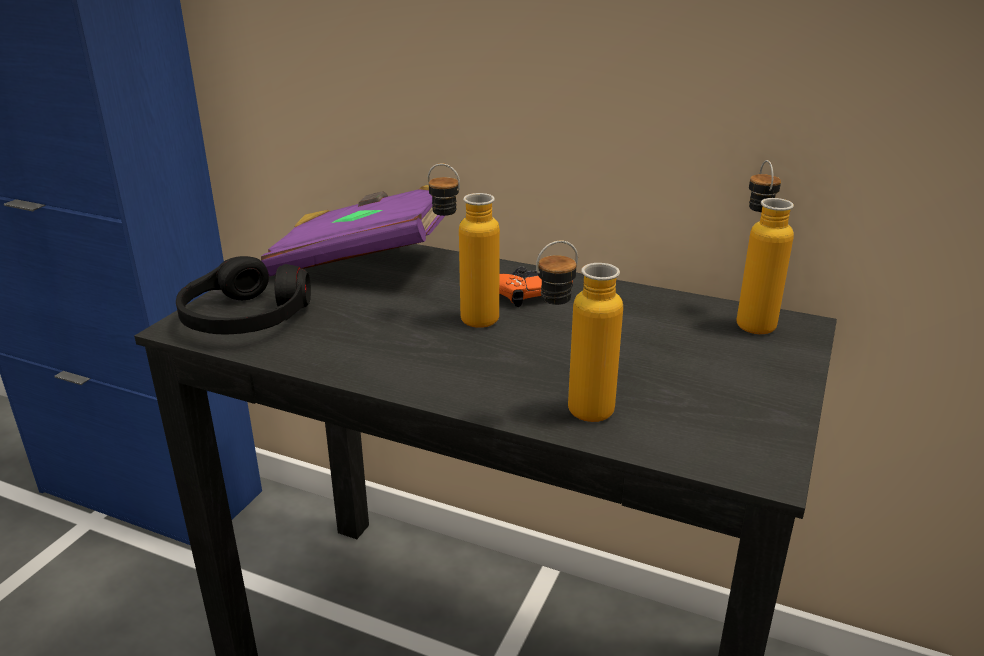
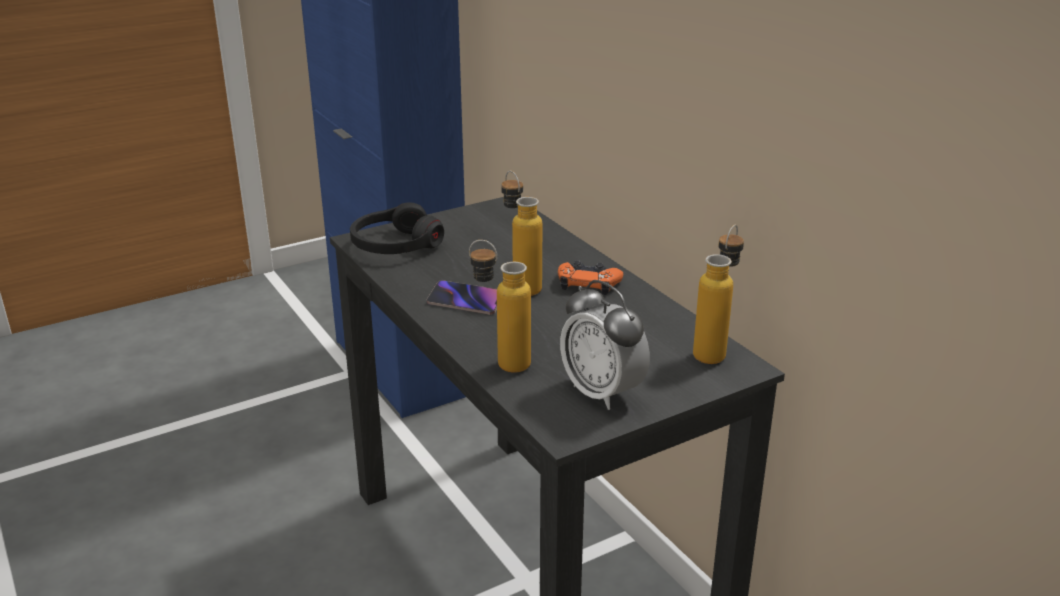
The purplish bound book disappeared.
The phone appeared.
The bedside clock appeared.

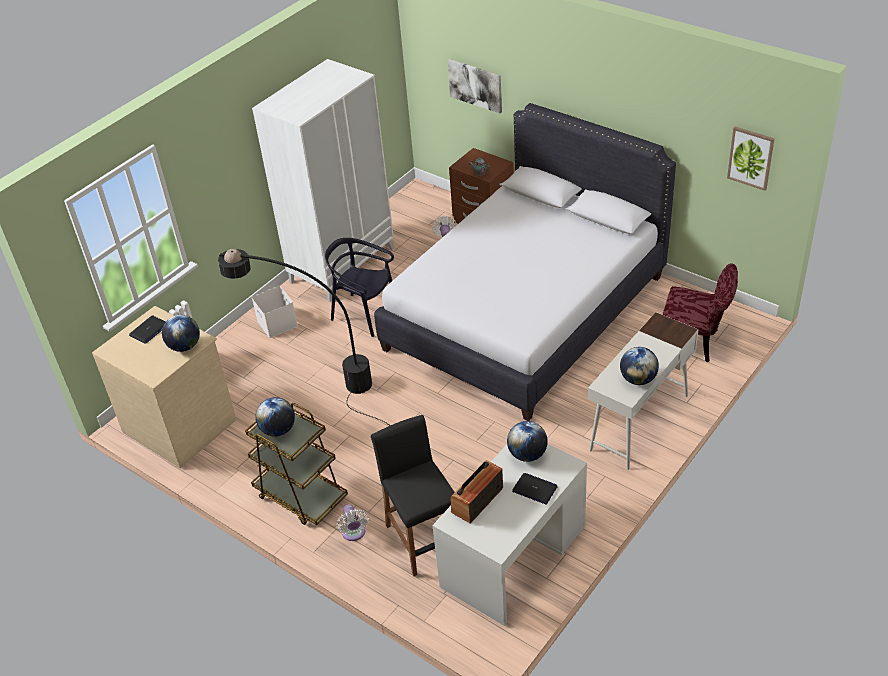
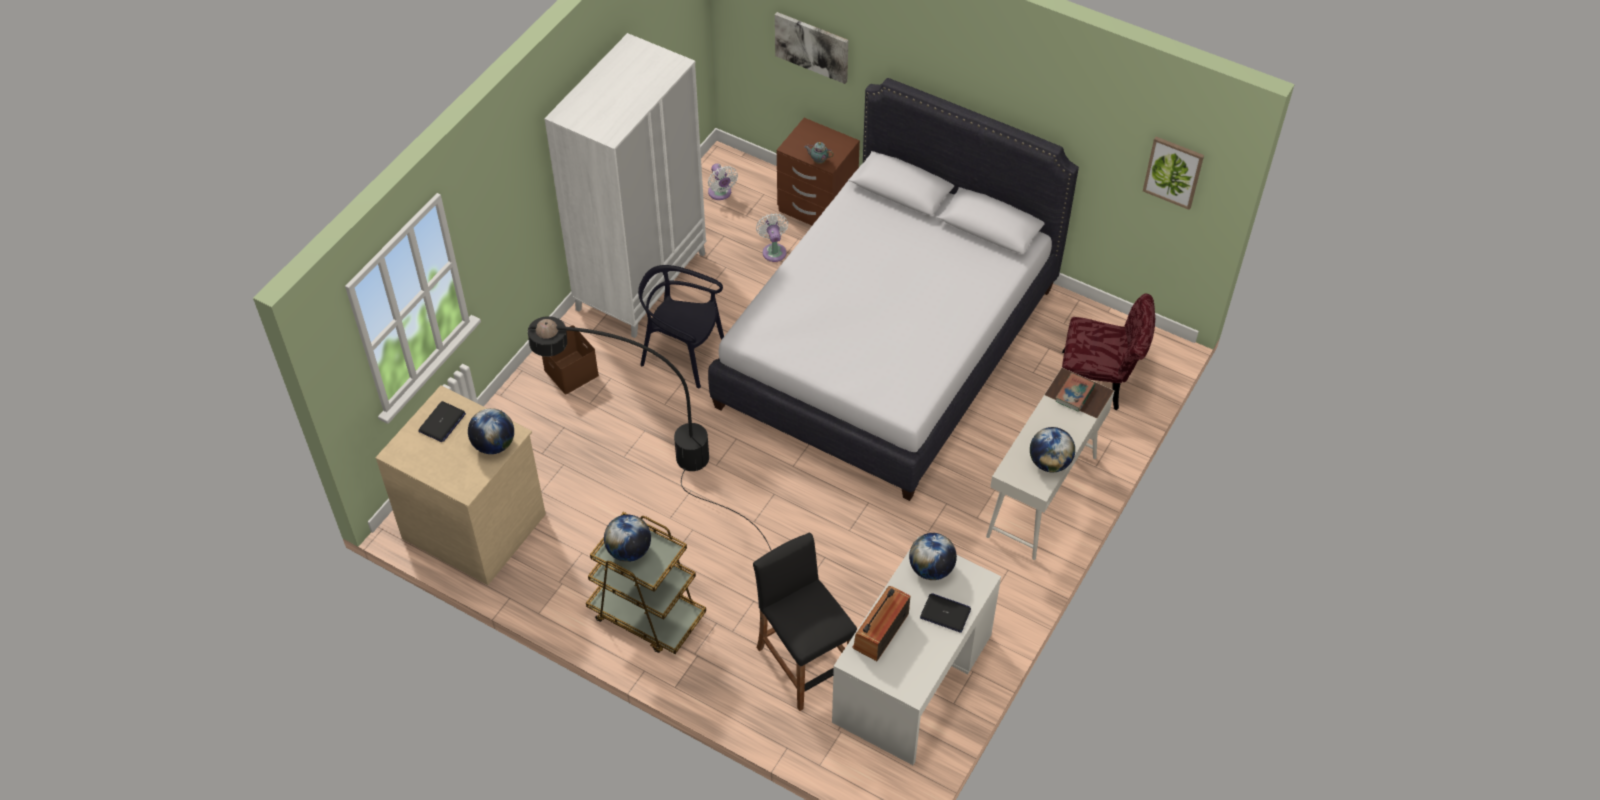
The whitish storage container became the brown-coloured storage container.
The whitish electric fan (no. 1 from left) moved.
The bound book appeared.

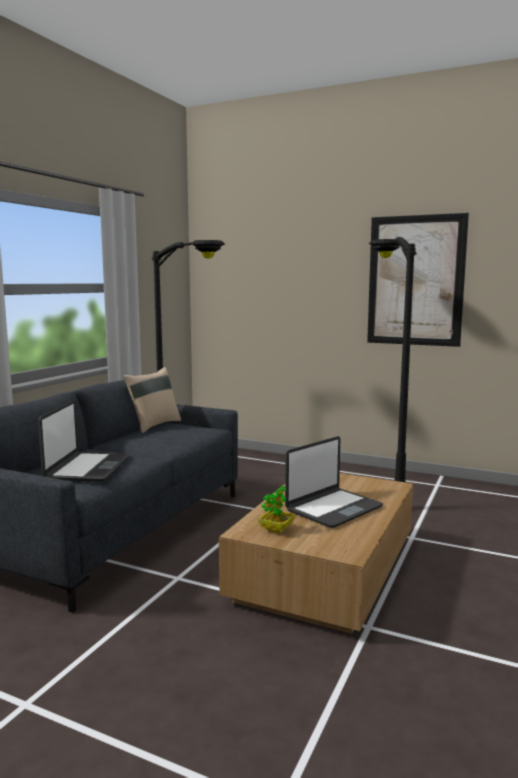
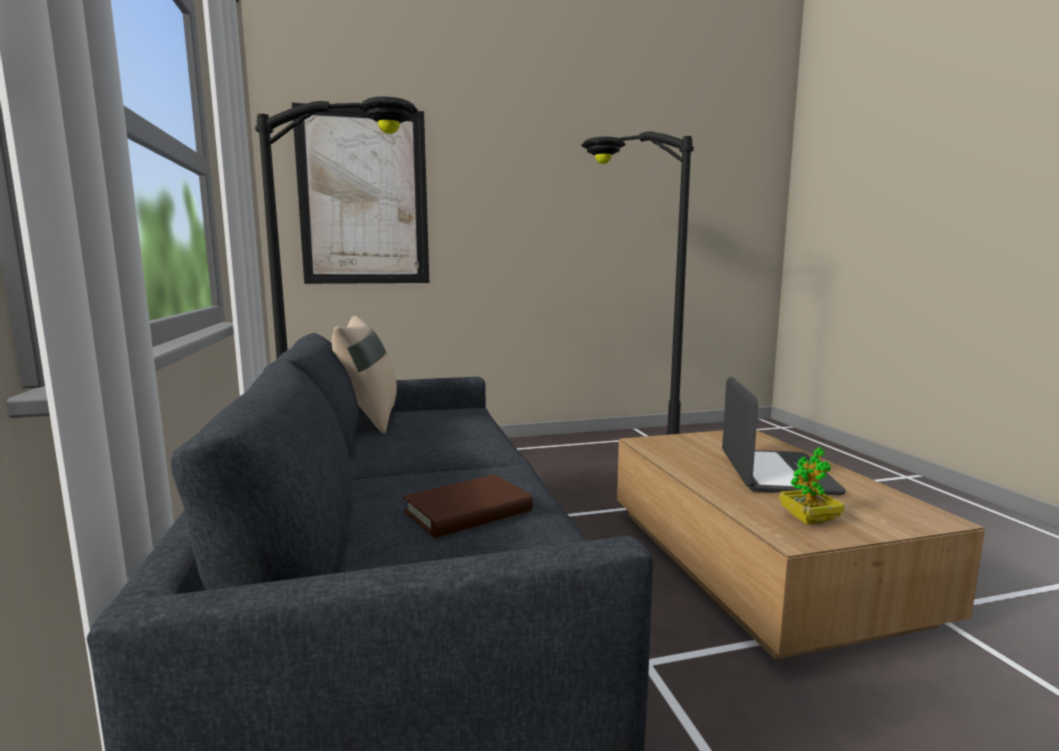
The notebook computer (no. 1 from left) was replaced by the brown-coloured bound book.
The wall art moved.

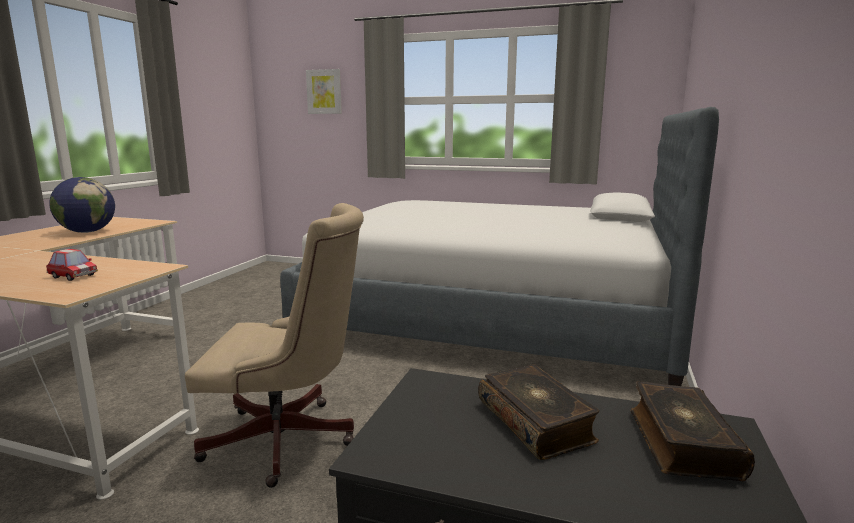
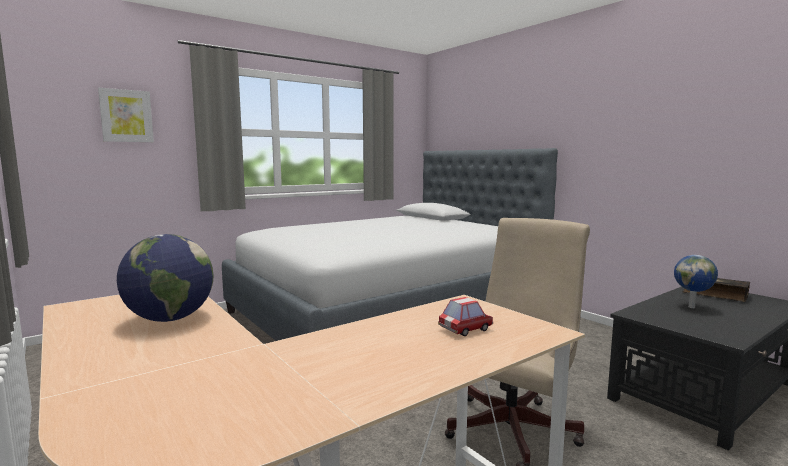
The bound book (no. 1 from left) was replaced by the globe (no. 2 from left).

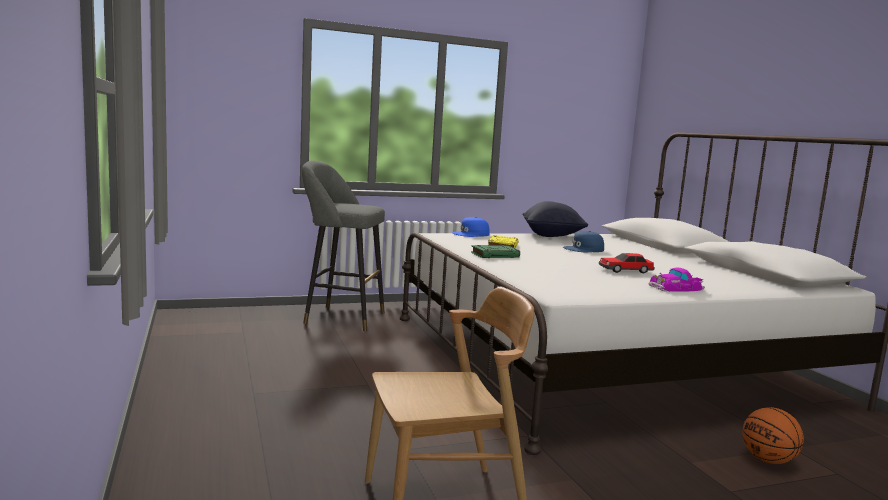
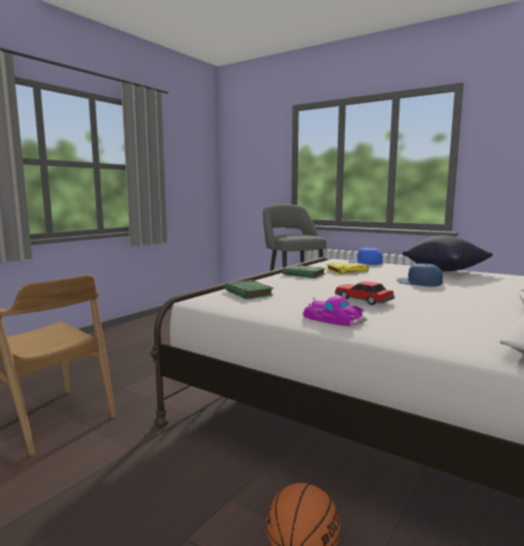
The green bound book (no. 1 from left) appeared.

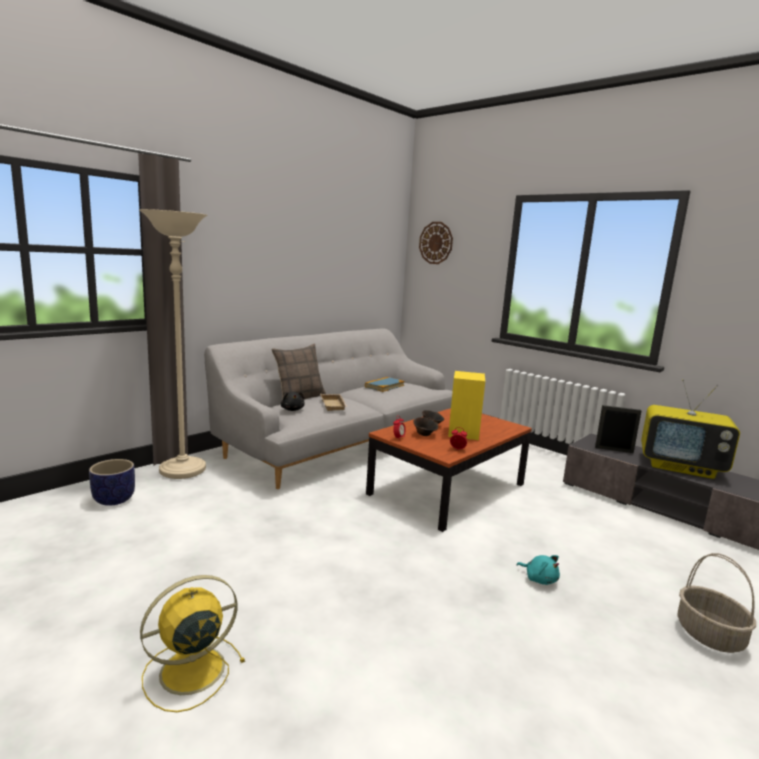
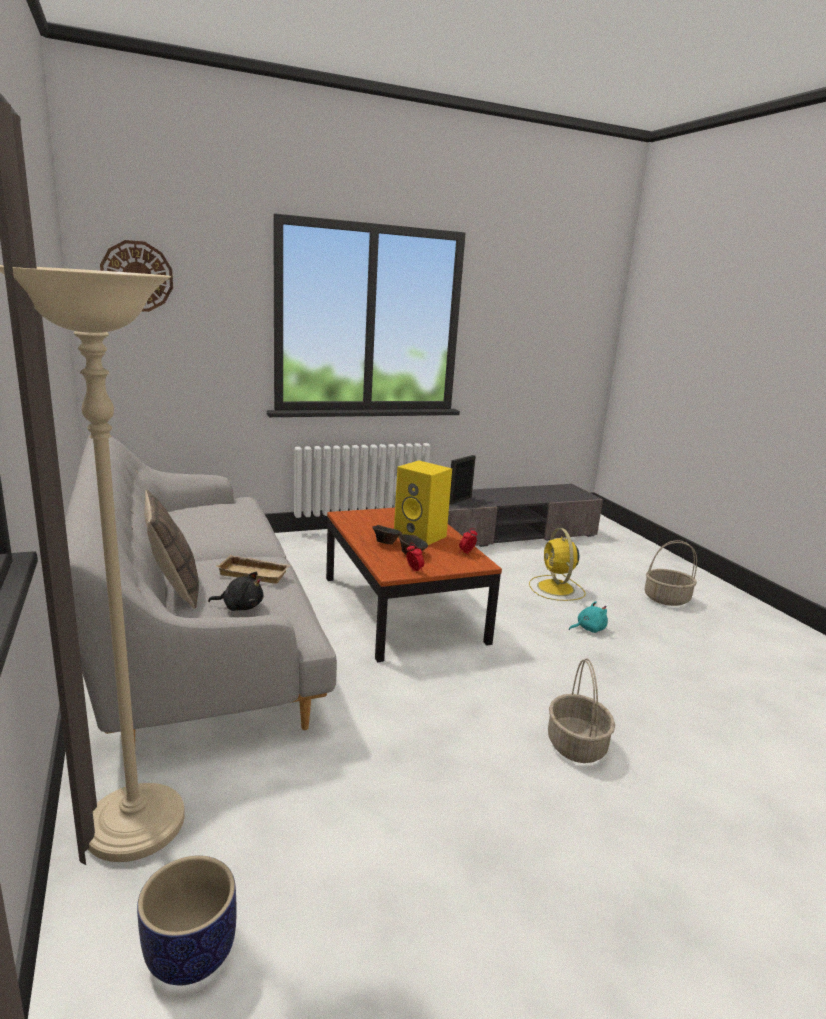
The yellow-coloured electric fan moved.
The bound book disappeared.
The television disappeared.
The household basket (no. 1 from left) appeared.

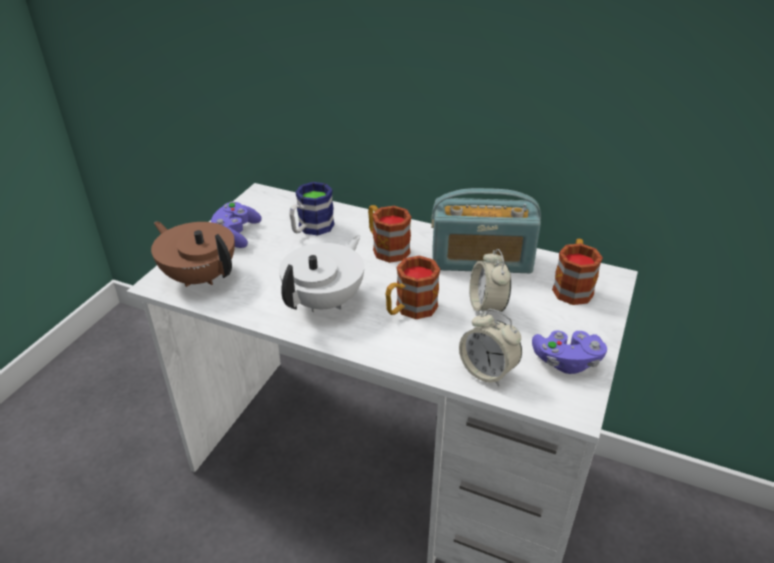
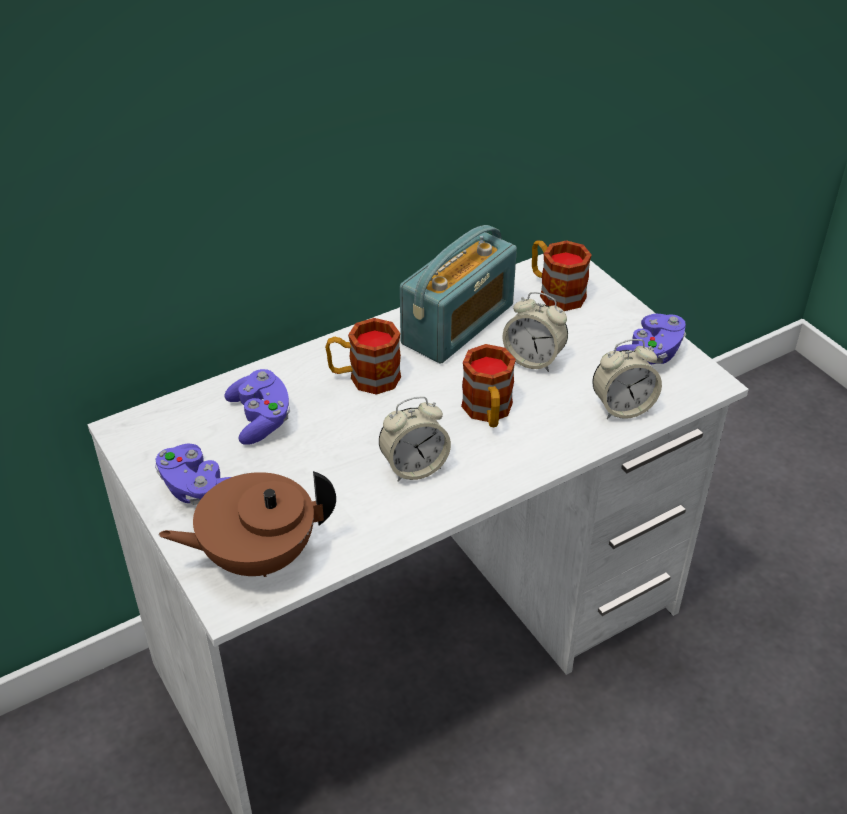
The whitish teapot was replaced by the bedside clock (no. 1 from left).
The tea mug (no. 1 from left) was replaced by the purplish game controller (no. 2 from left).

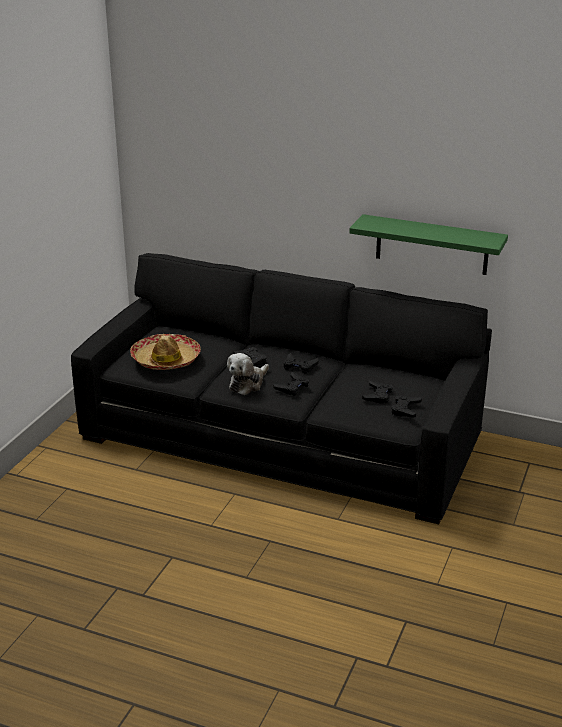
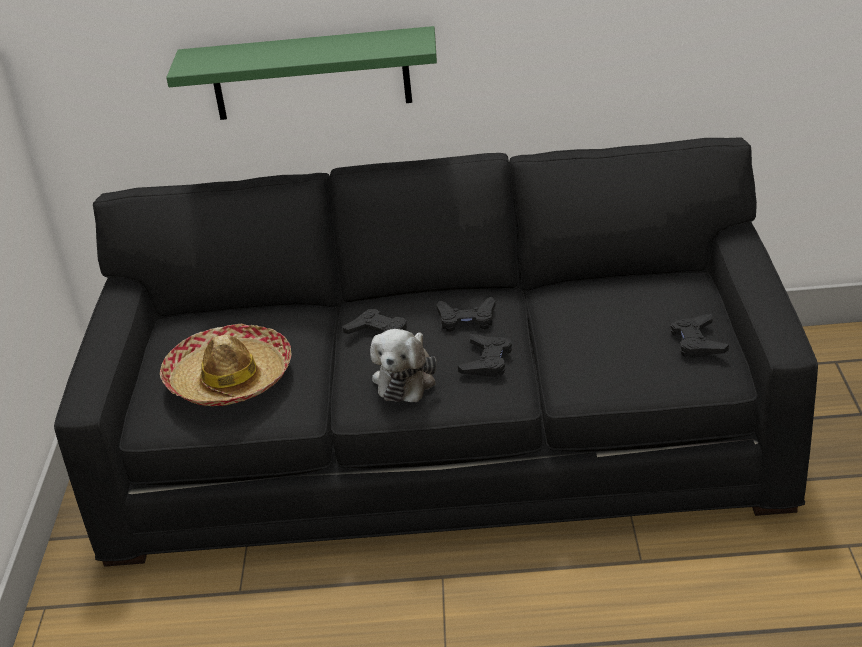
The green shelf moved.
The black game controller (no. 4 from left) disappeared.

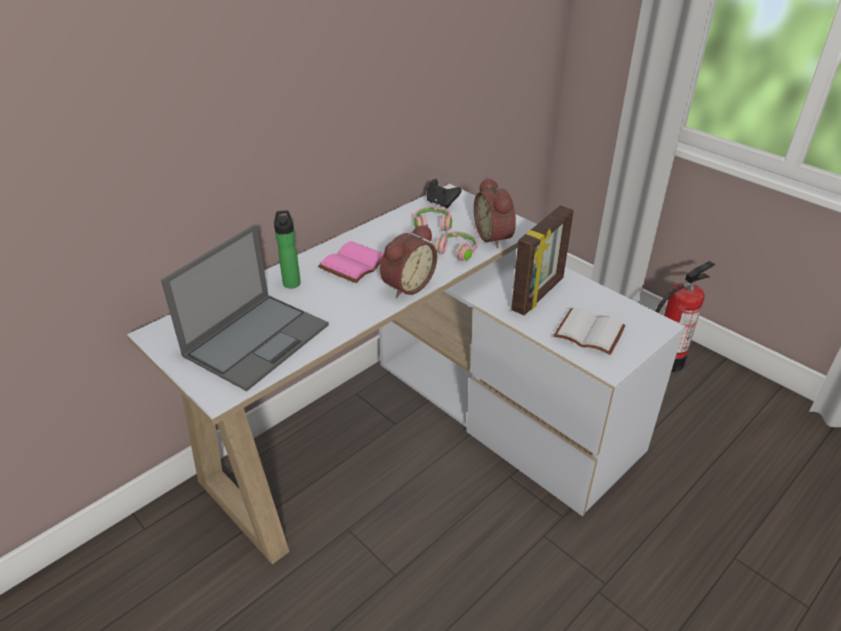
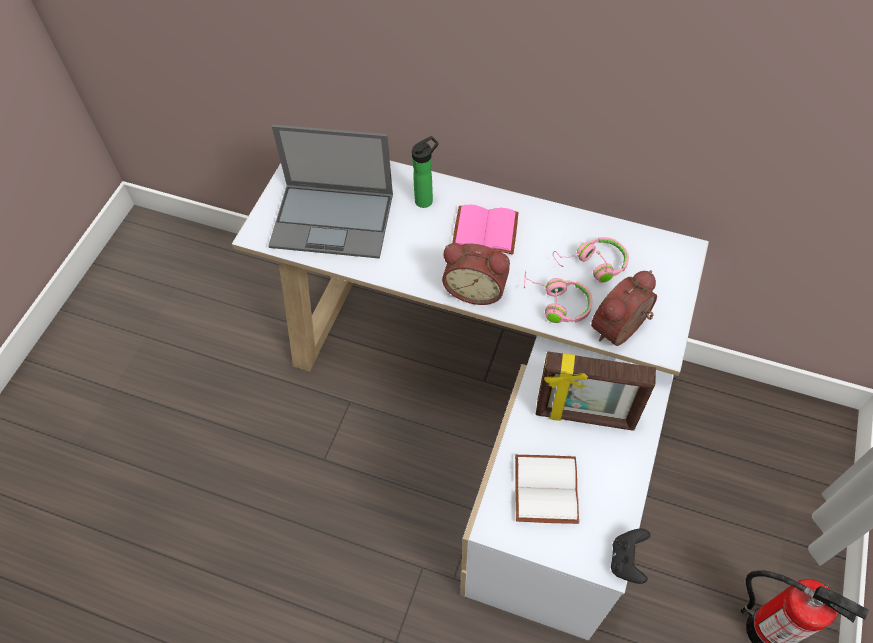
The black game controller moved.

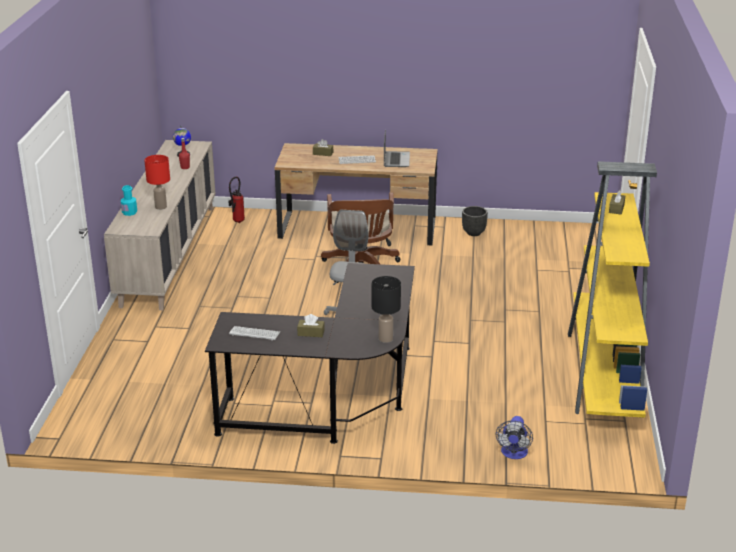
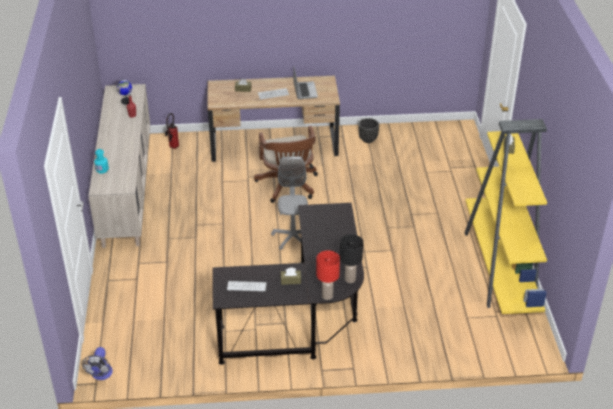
The reddish table lamp moved.
The electric fan moved.

